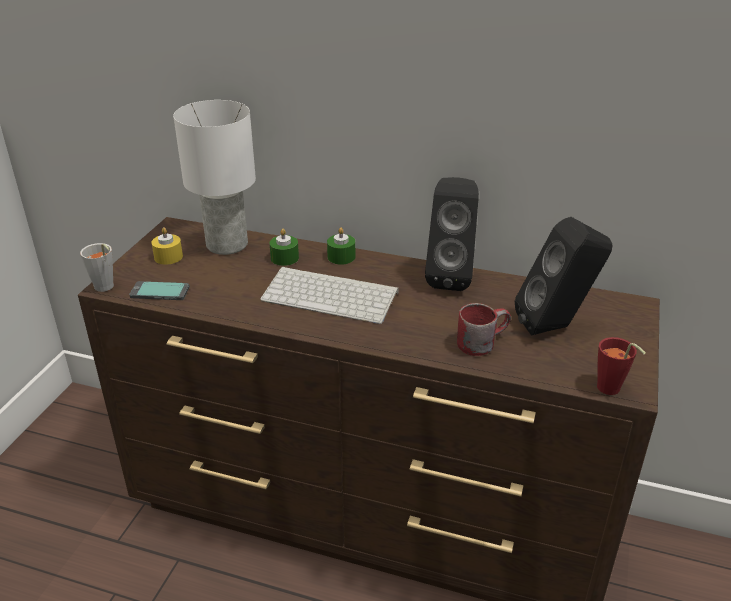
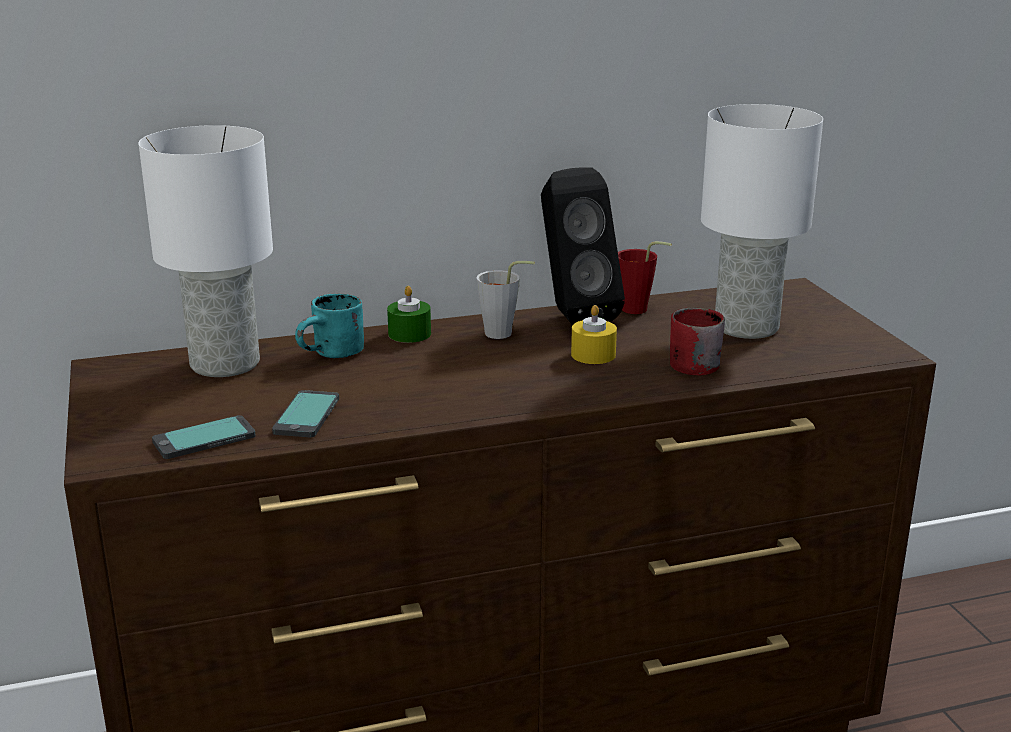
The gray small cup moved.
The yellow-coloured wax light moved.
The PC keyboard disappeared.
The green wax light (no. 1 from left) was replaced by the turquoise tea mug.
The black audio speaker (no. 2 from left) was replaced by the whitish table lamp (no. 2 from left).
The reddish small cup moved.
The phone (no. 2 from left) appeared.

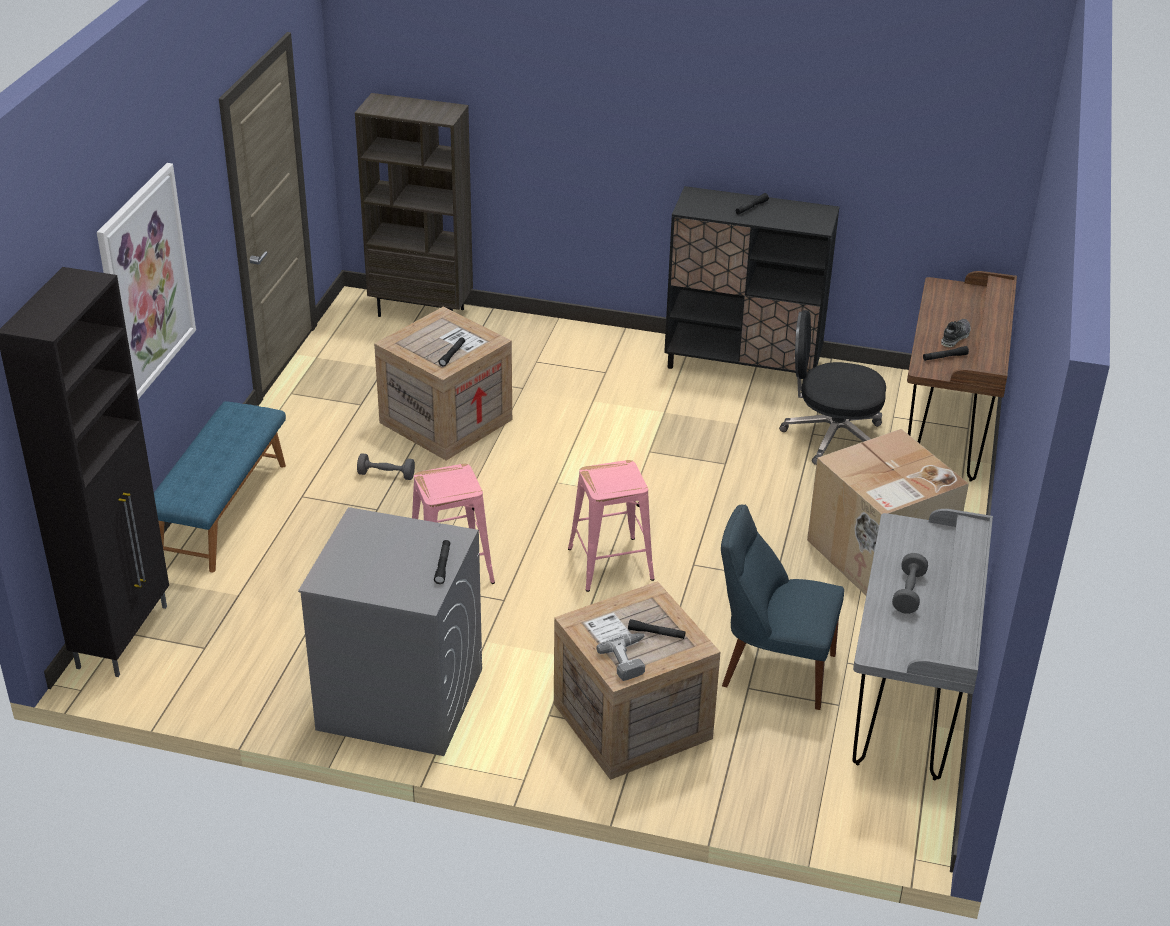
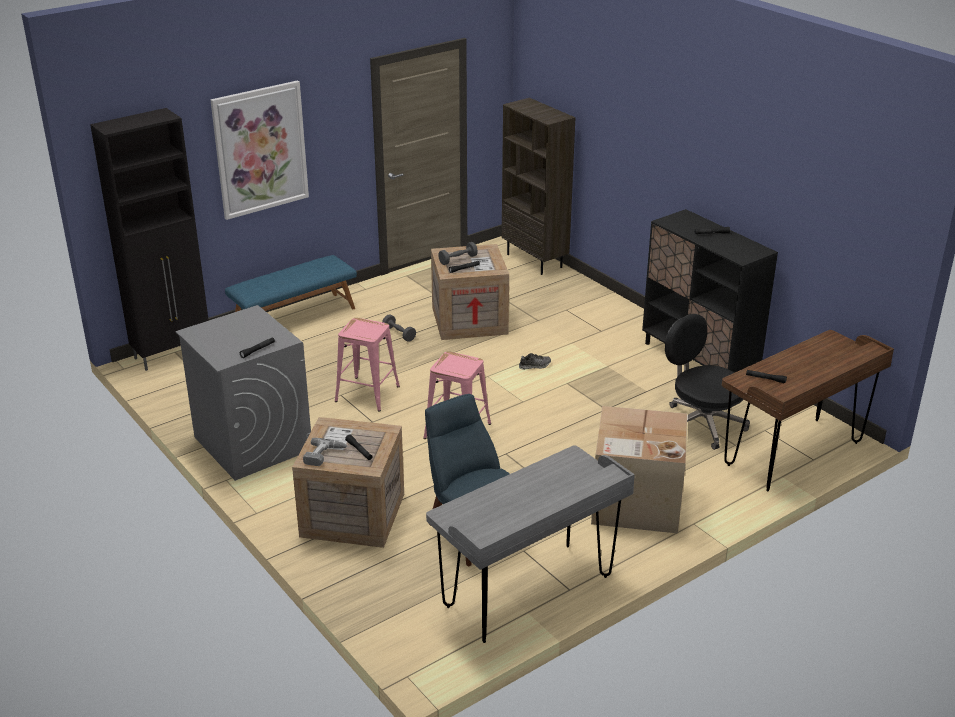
The gray hand weight (no. 2 from left) moved.
The item of footwear moved.

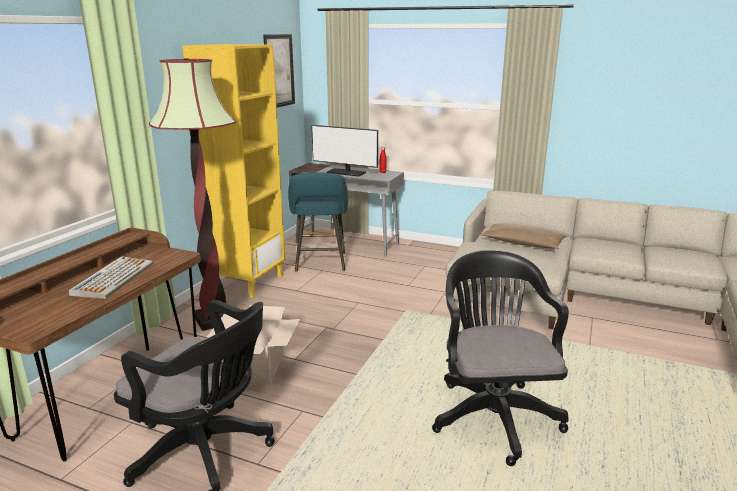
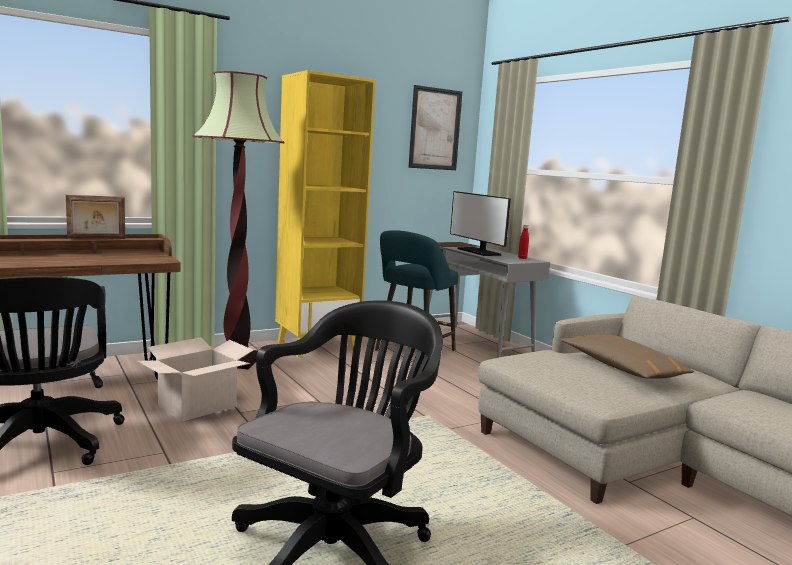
The PC keyboard disappeared.
The standing frame appeared.

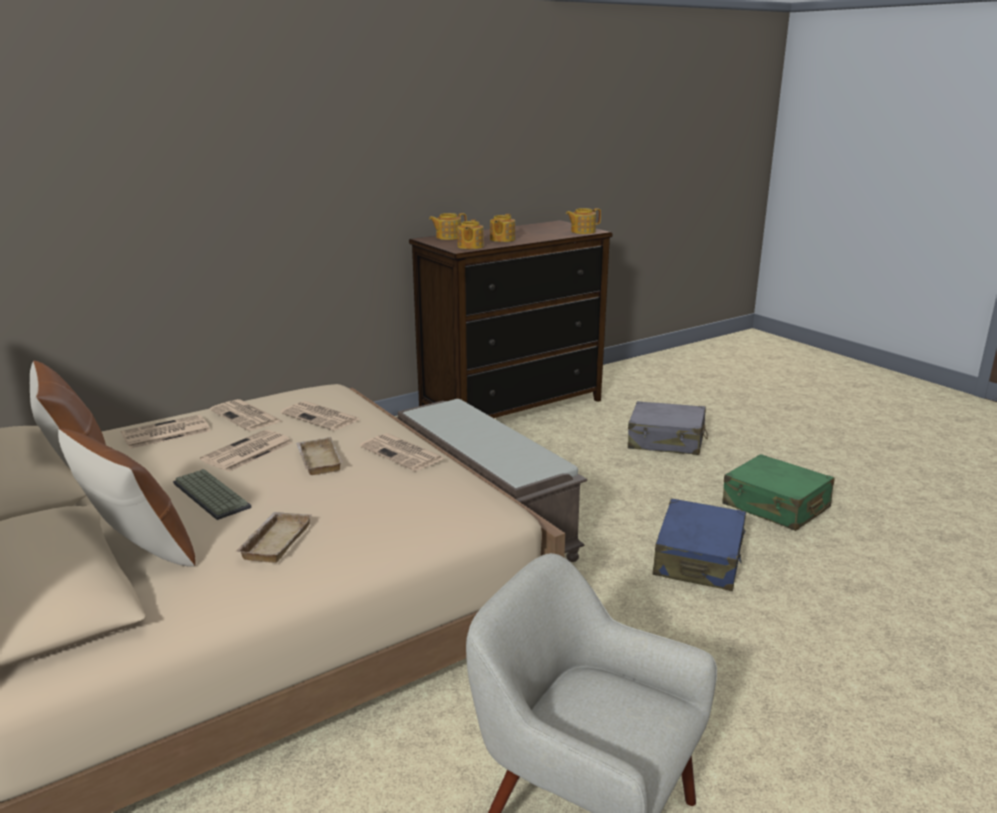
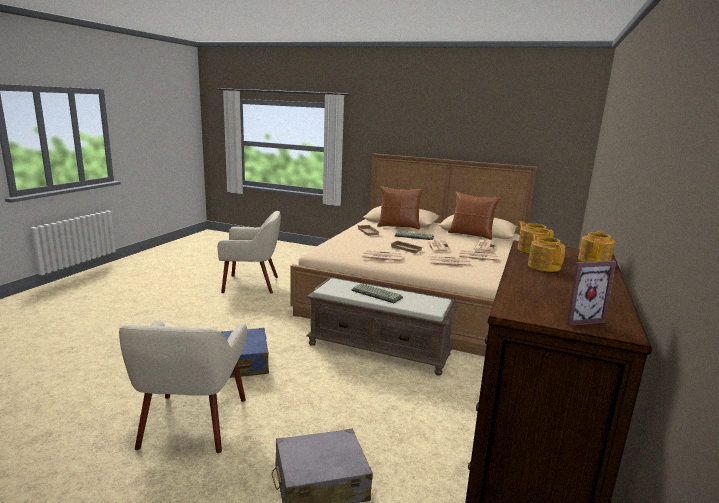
The teapot (no. 4 from left) disappeared.
The green travel case was replaced by the beige-coloured armchair (no. 1 from left).
The PC keyboard (no. 1 from left) appeared.
The standing frame appeared.

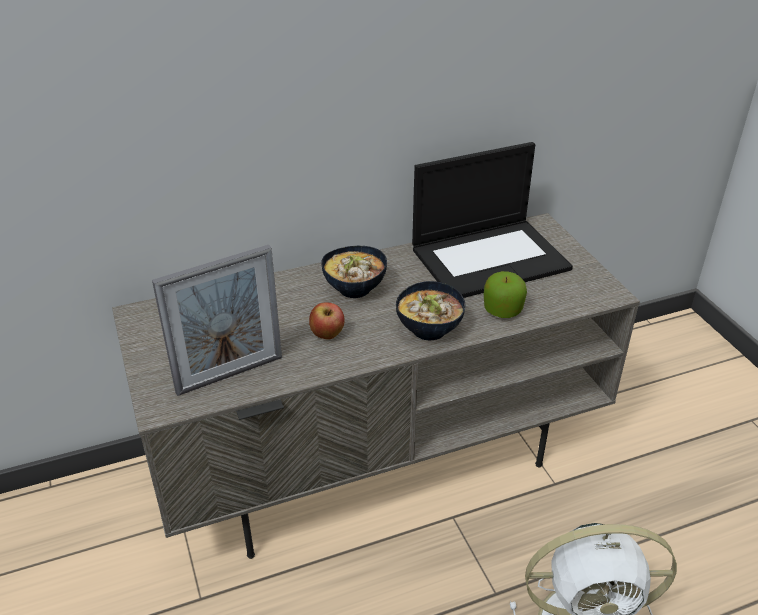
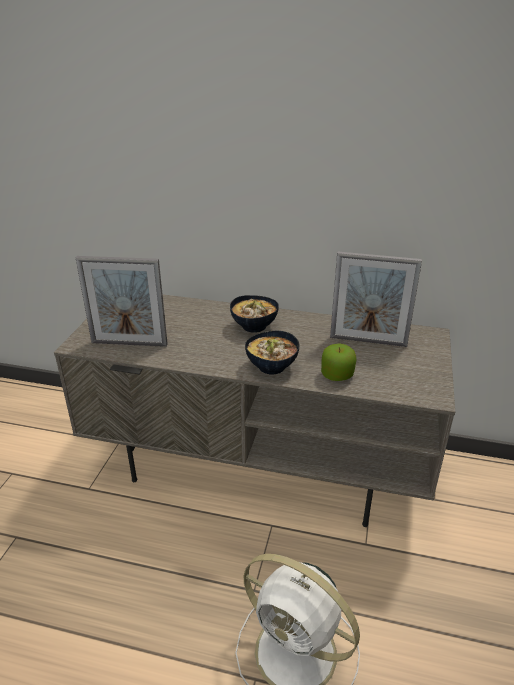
The apple (no. 1 from left) disappeared.
The notebook computer was replaced by the standing frame (no. 2 from left).

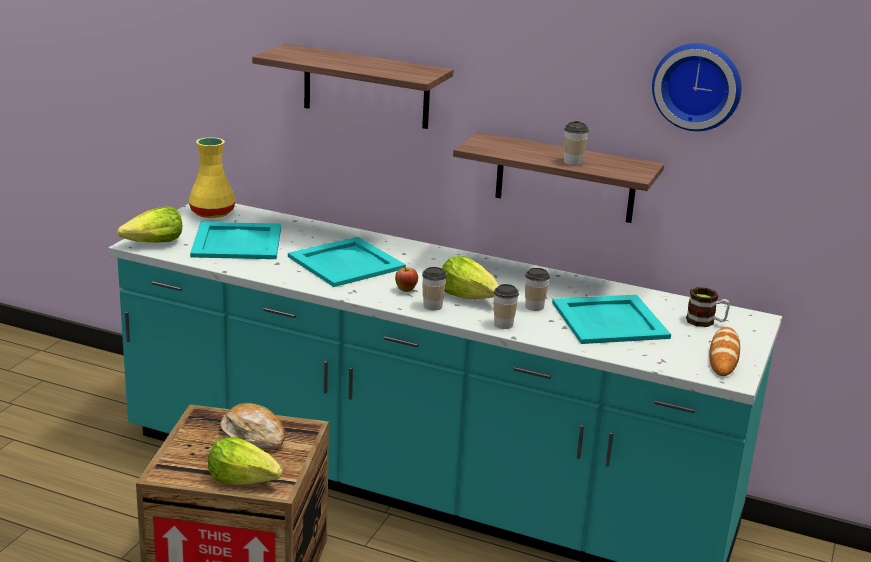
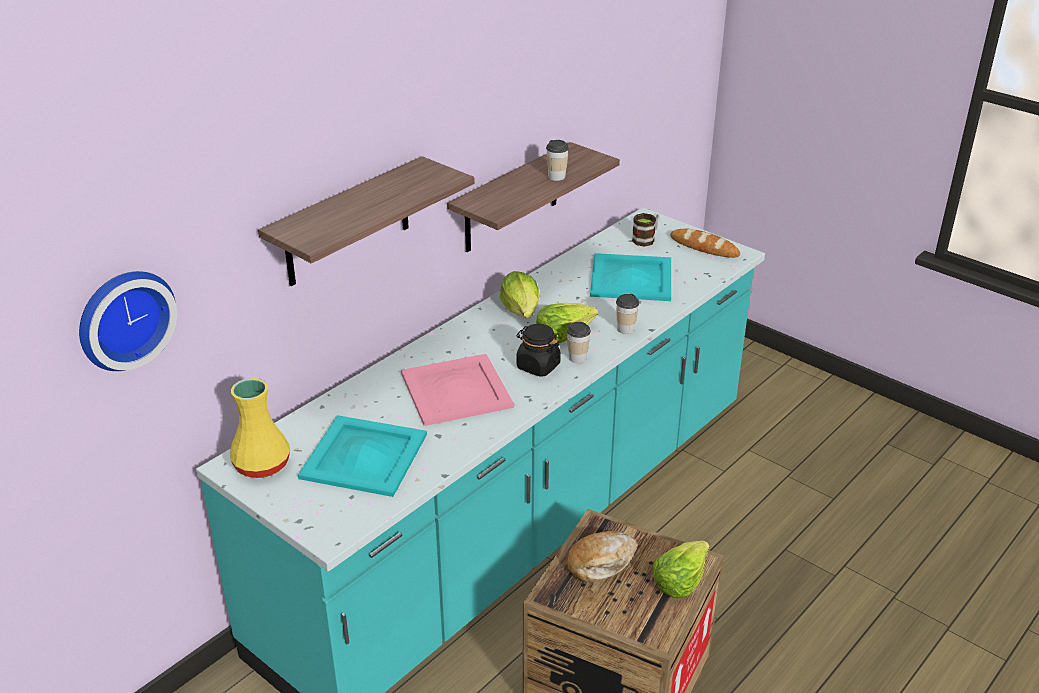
The lettuce (no. 1 from left) moved.
The turquoise carrying tray (no. 2 from left) became the pinkish carrying tray.
The apple was replaced by the black preserve jar.
The small cup (no. 3 from left) disappeared.
The wall clock moved.

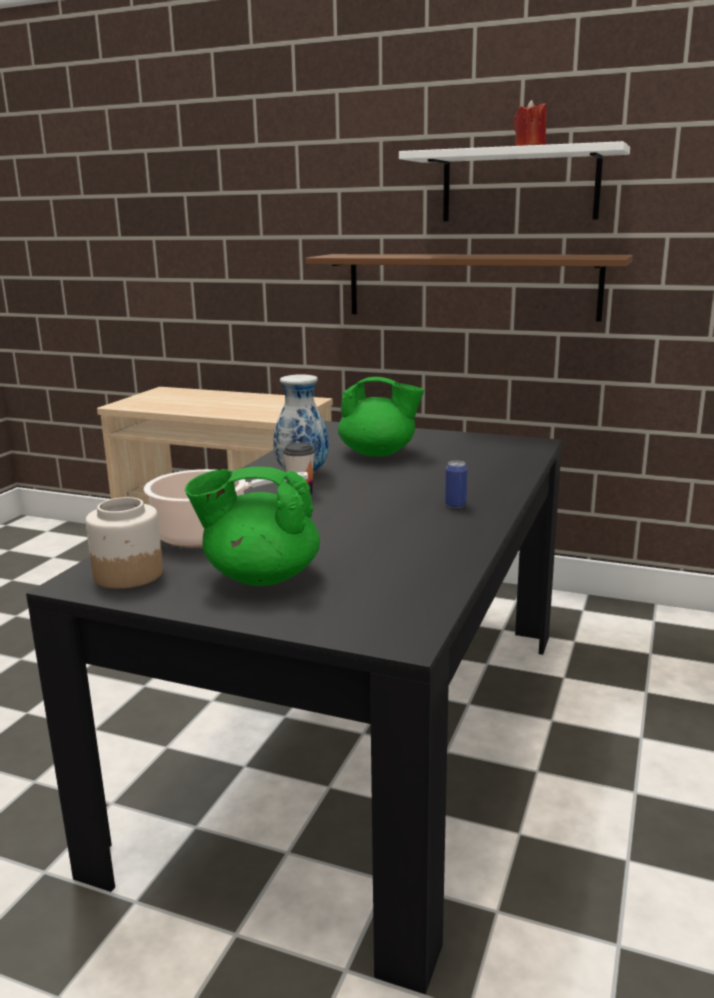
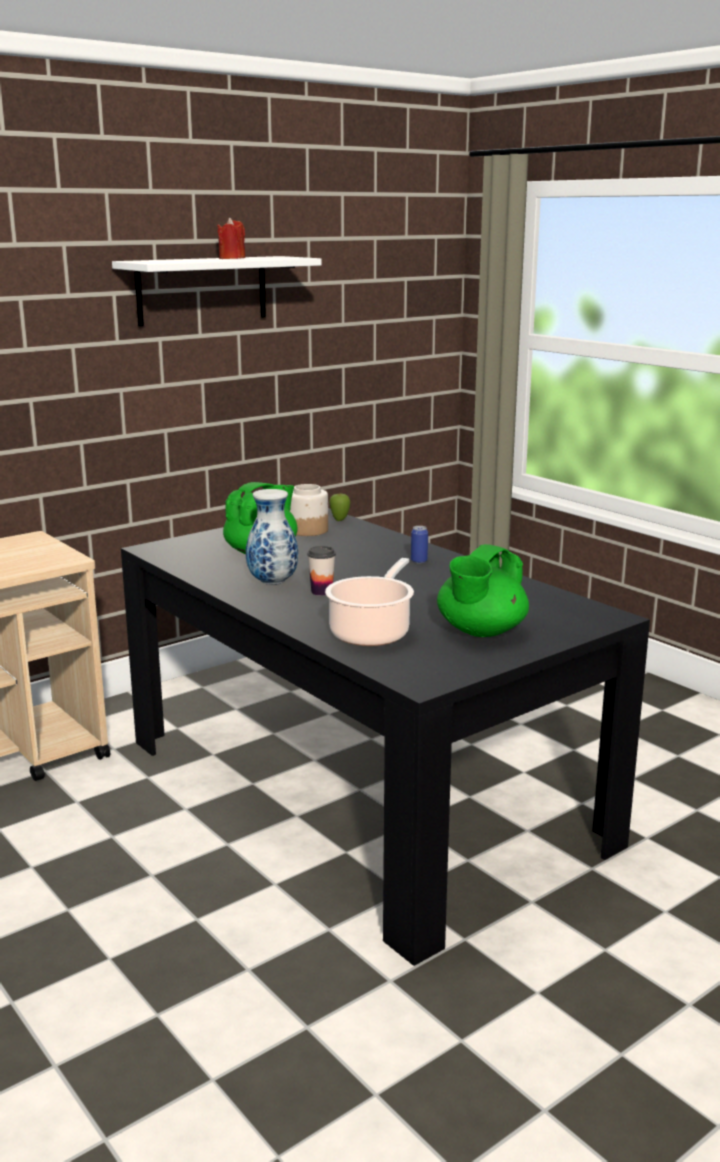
The preserve jar moved.
The brown-coloured shelf disappeared.
The apple appeared.

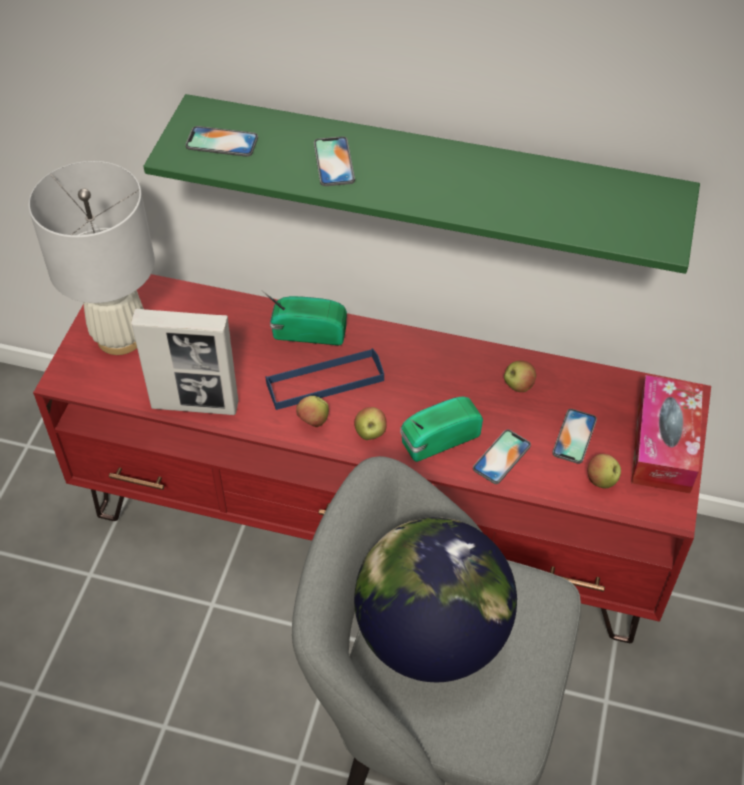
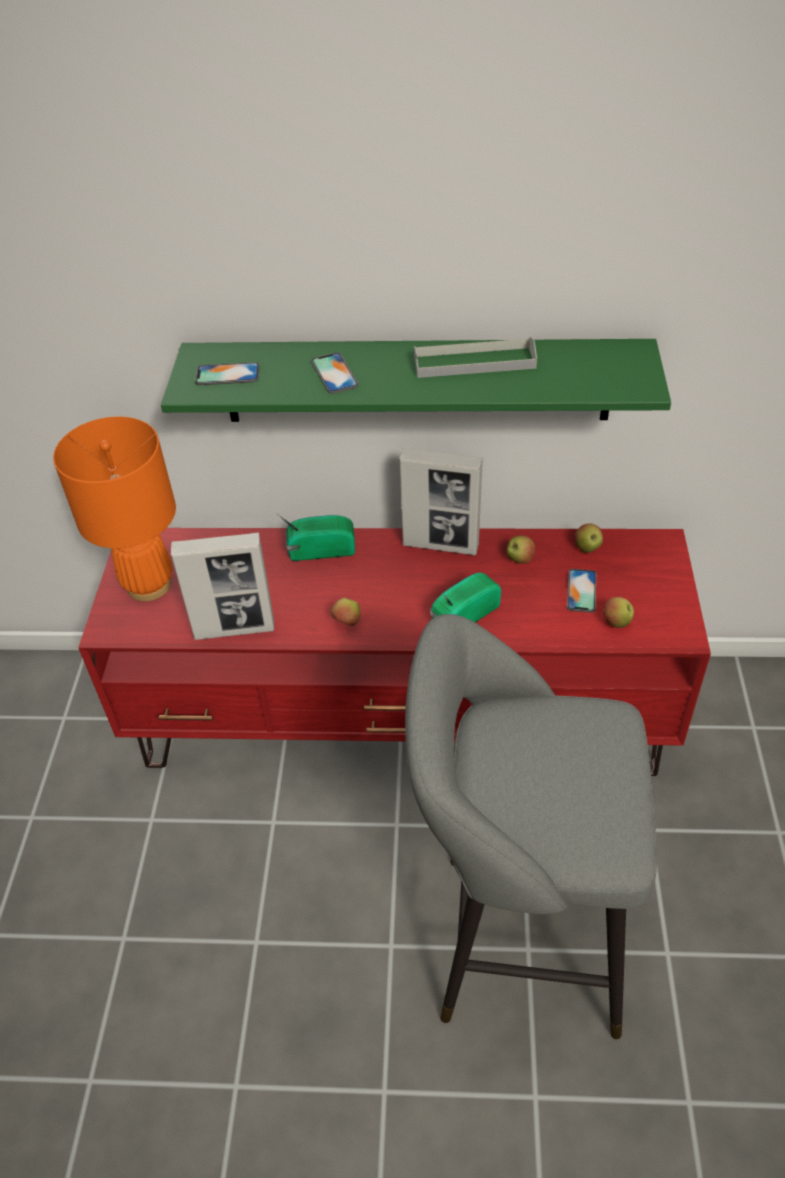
The whitish table lamp became the orangey table lamp.
The blue carrying tray disappeared.
The apple (no. 2 from left in the first image) moved.
The globe disappeared.
The phone (no. 3 from left) disappeared.
The tissue box disappeared.
The standing frame (no. 2 from left) appeared.
The gray carrying tray appeared.

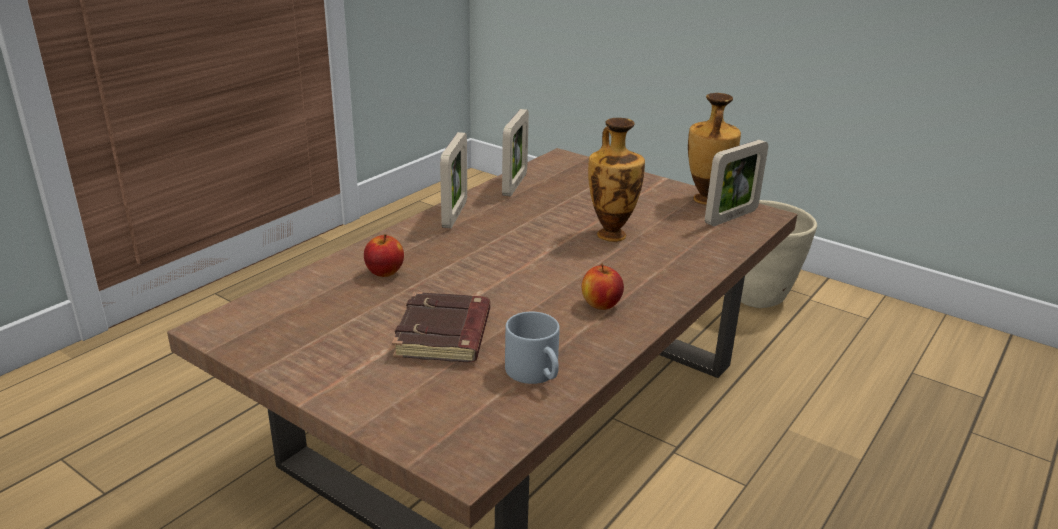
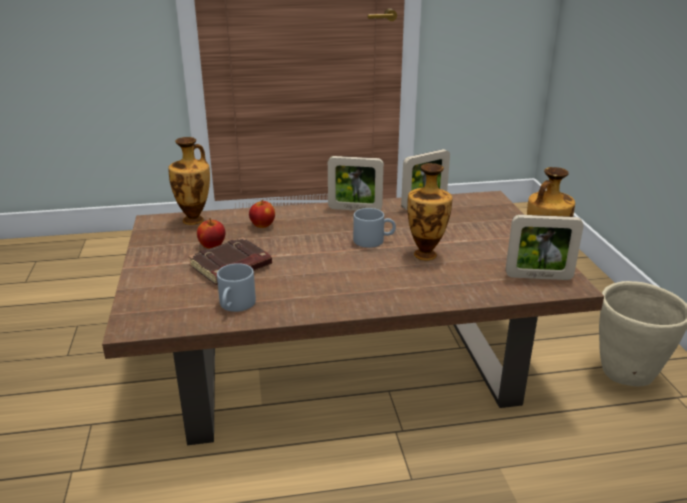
The standing frame (no. 1 from left) turned 45 degrees clockwise.
The apple (no. 2 from left in the first image) moved.
The decorative vase (no. 1 from left) appeared.
The gray tea mug (no. 2 from left) appeared.

